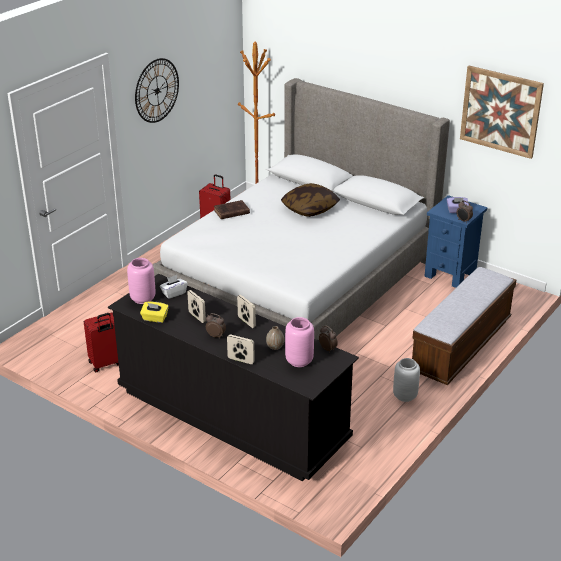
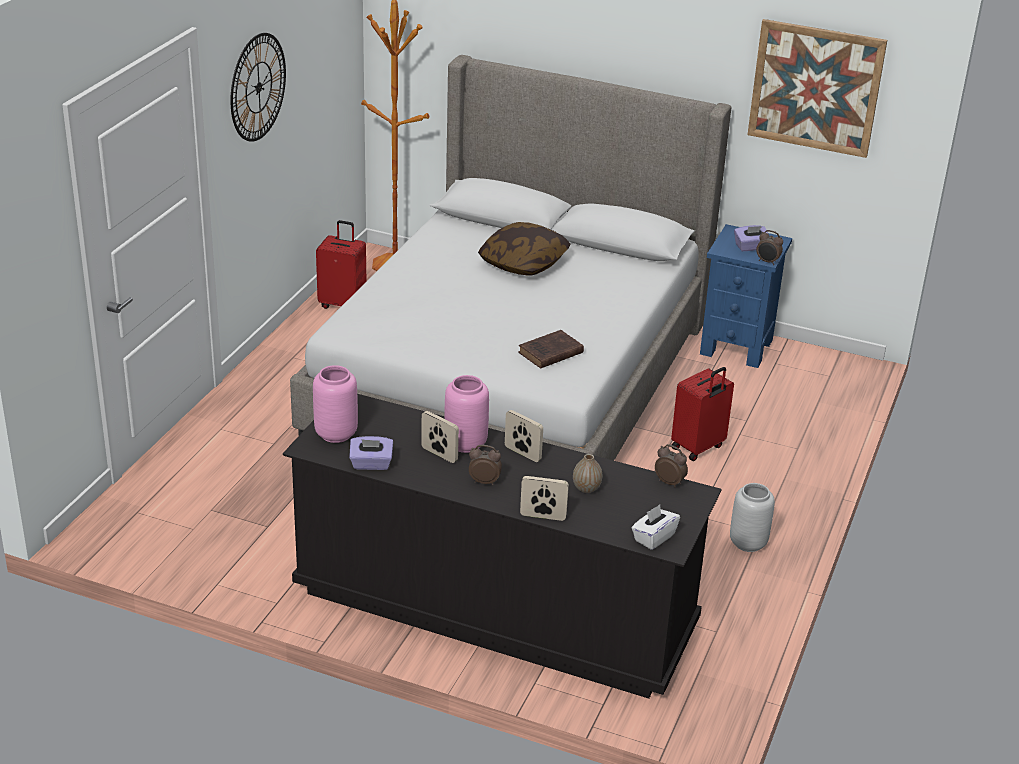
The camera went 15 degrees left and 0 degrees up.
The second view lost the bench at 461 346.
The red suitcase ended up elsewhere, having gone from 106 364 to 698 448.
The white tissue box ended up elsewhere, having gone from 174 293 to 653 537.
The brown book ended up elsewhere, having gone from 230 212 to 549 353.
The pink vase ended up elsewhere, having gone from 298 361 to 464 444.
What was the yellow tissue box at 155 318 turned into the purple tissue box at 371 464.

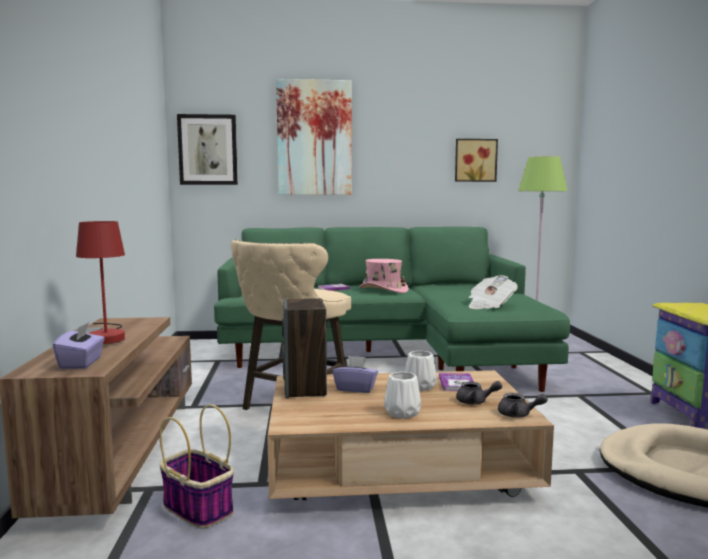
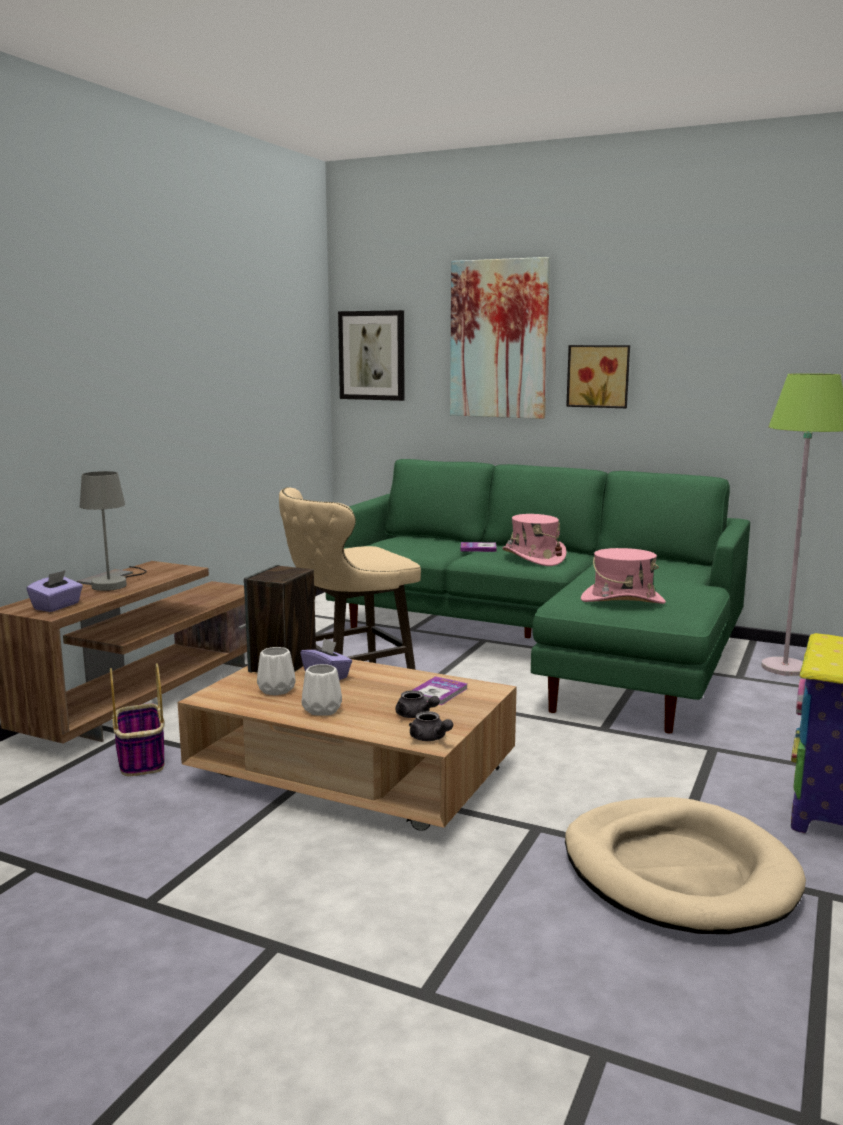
The camera went 30 degrees right and 5 degrees up.
The white vase ended up elsewhere, having gone from 419 386 to 276 689.
The picture ended up elsewhere, having gone from 475 160 to 598 376.
Where the newspaper stood at 490 306, the pink hat came to stand at 622 601.
What was the red table lamp at 107 337 turned into the grey table lamp at 115 583.

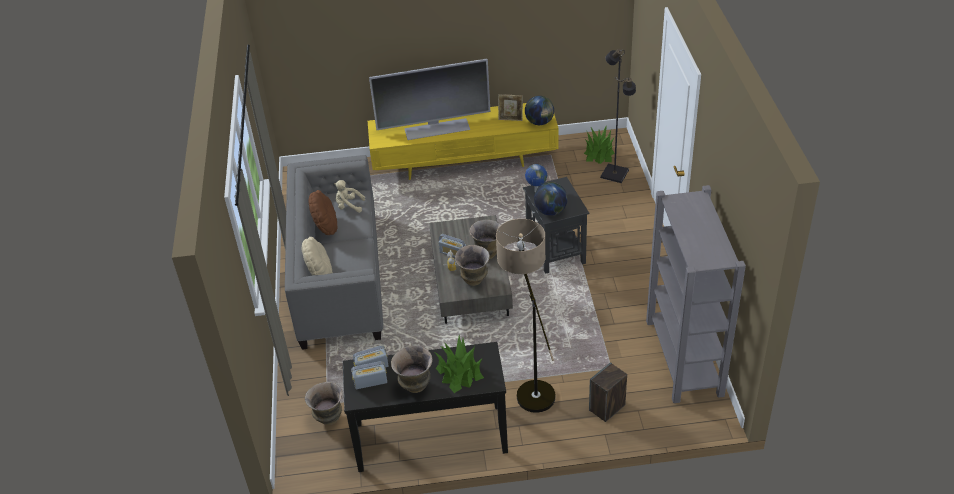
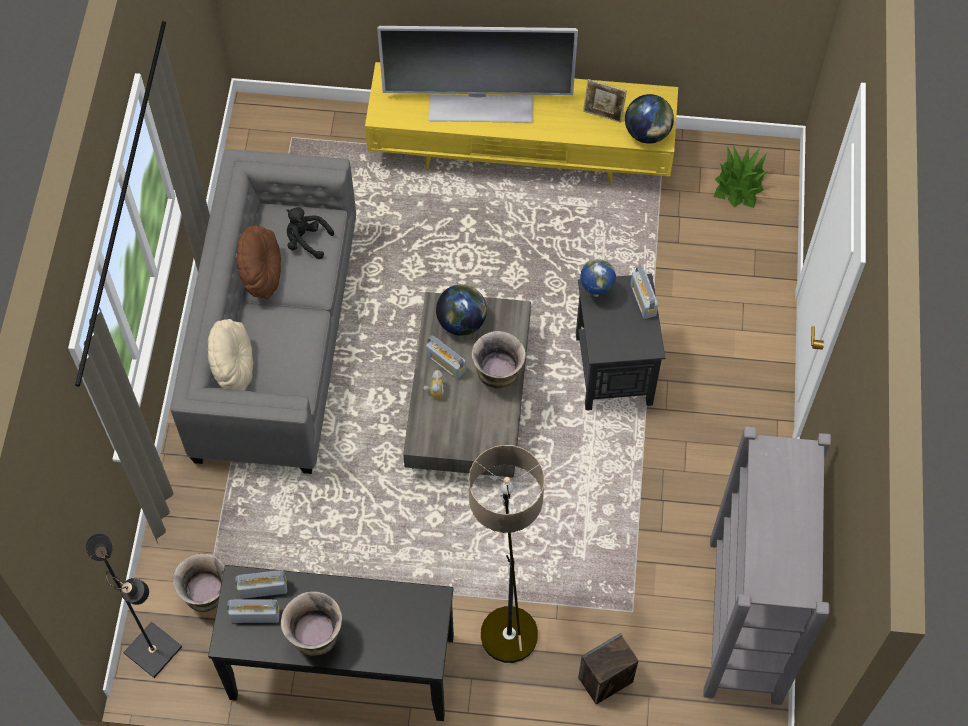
The camera went 10 degrees right and 20 degrees up.
The second view lost the potted plant at 459 373.
The second view lost the vase at 474 281.
The second view gained the radio at 643 300.
The globe ended up elsewhere, having gone from 551 211 to 462 322.
The black floor lamp ended up elsewhere, having gone from 614 174 to 153 650.
What was the beige plush toy at 349 206 turned into the black plush toy at 306 241.

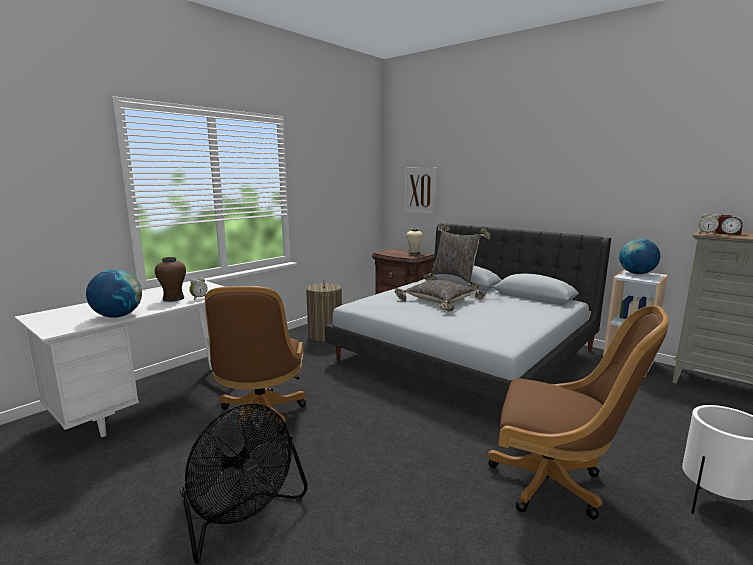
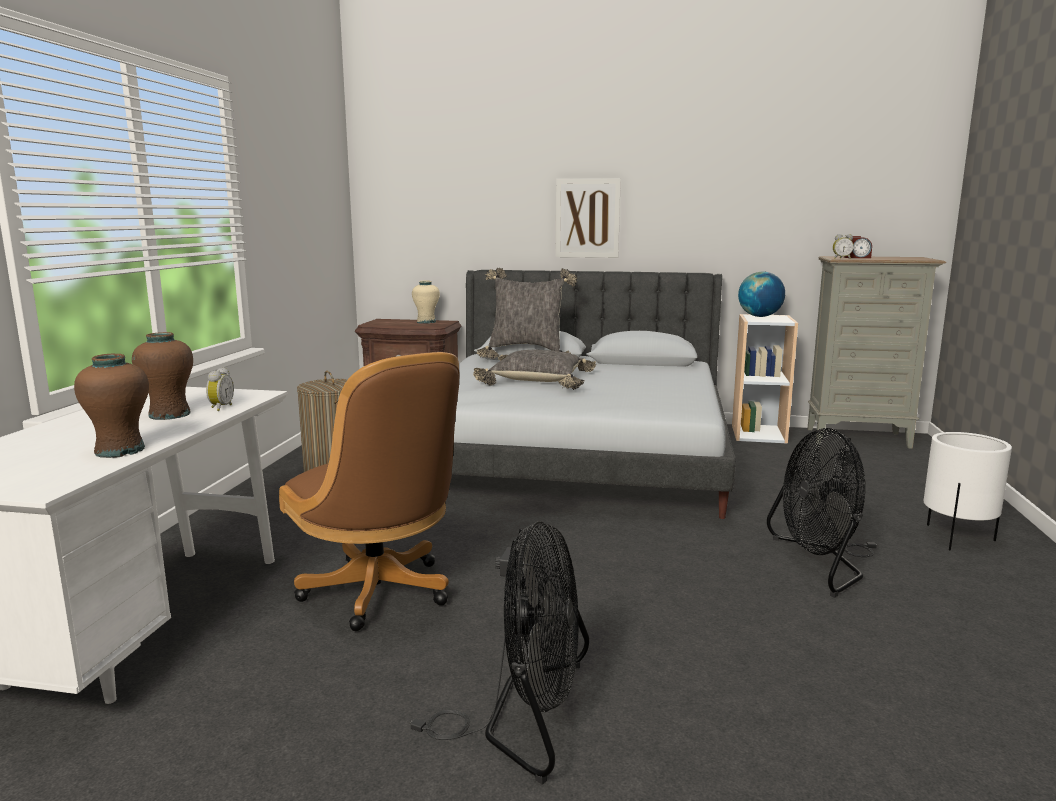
The camera went 30 degrees left and 0 degrees up.
The picture ended up elsewhere, having gone from 420 190 to 587 218.
Where the globe stood at 118 316, the brown vase came to stand at 120 450.
Where the brown office chair stood at 557 485, the black fan came to stand at 824 562.

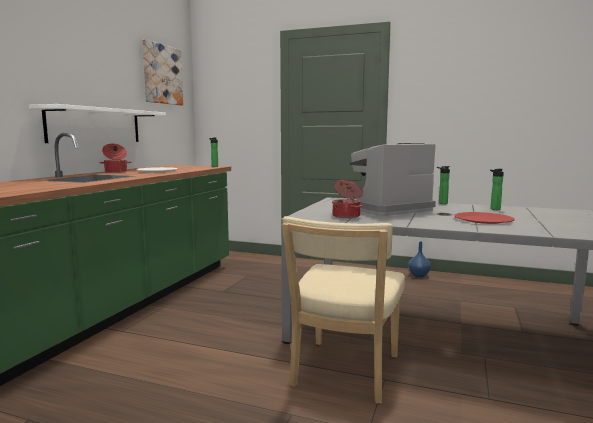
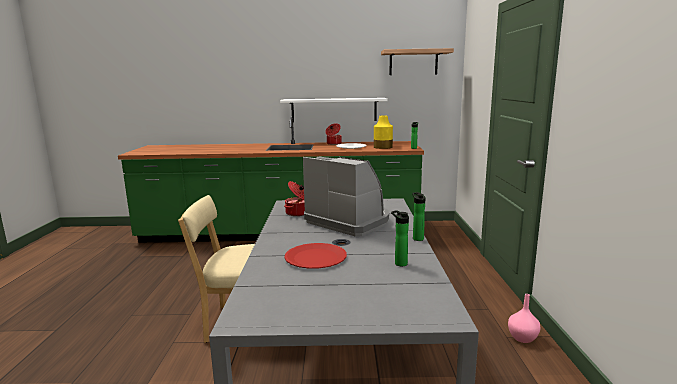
The camera went 70 degrees right and 5 degrees up.
The second view gained the yellow vase at 382 147.
Where the picture hung at 162 74, the shelf came to hang at 413 62.
What was the blue vase at 419 275 turned into the pink vase at 522 338.

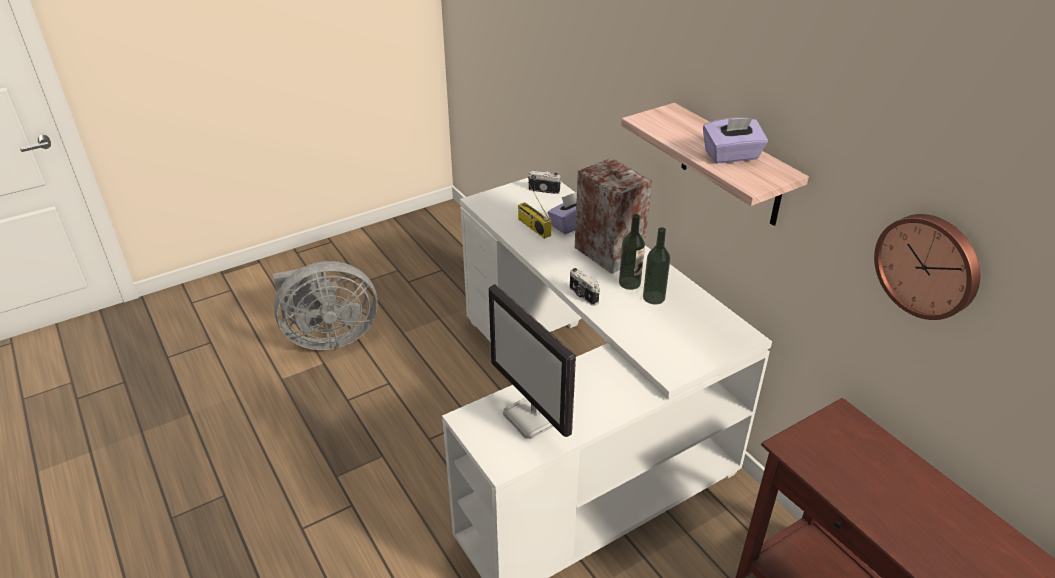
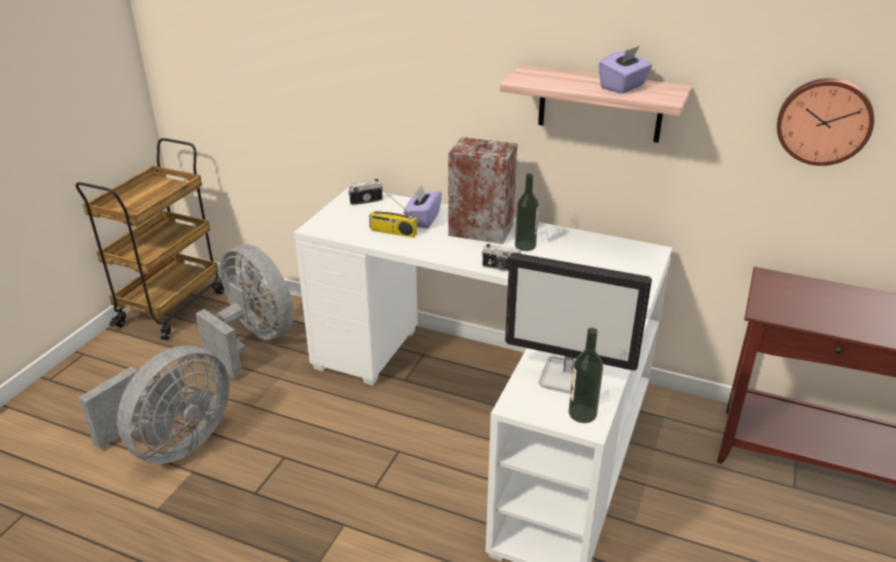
The camera went 35 degrees left and 5 degrees down.
The second view gained the brown cart at 172 308.
The second view gained the grey fan at 254 340.
The bottle ended up elsewhere, having gone from 653 297 to 582 413.

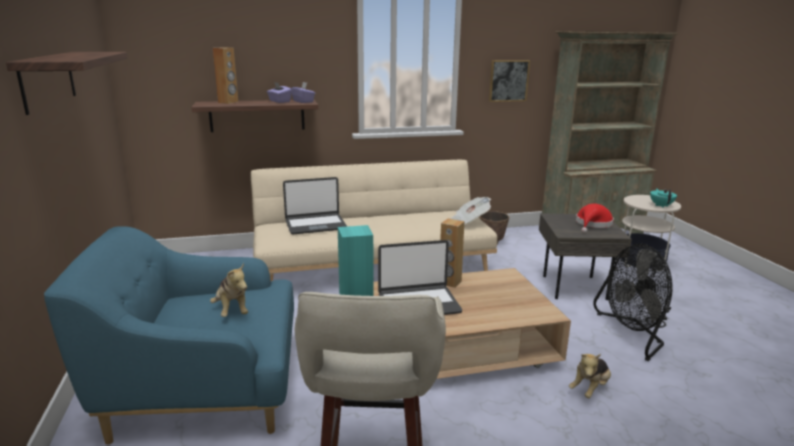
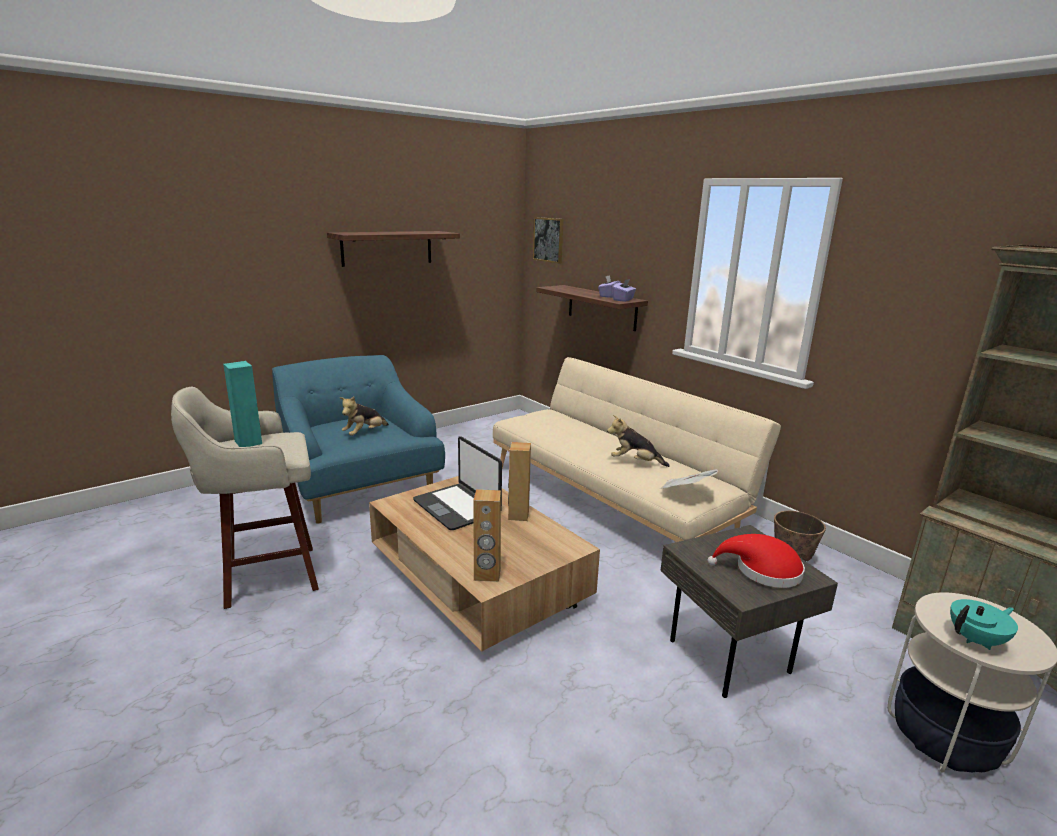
The camera went 65 degrees right and 0 degrees up.
The second view lost the laptop at 315 225.
The second view lost the black fan at 635 332.
The brown speaker ended up elsewhere, having gone from 228 102 to 487 574.
The picture ended up elsewhere, having gone from 508 80 to 548 239.
The plush toy ended up elsewhere, having gone from 590 389 to 635 462.

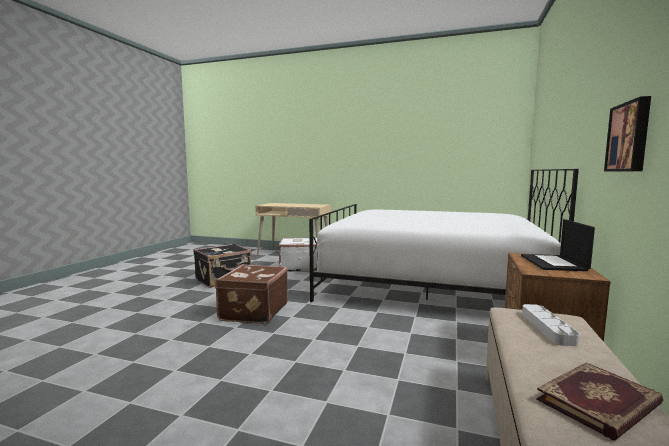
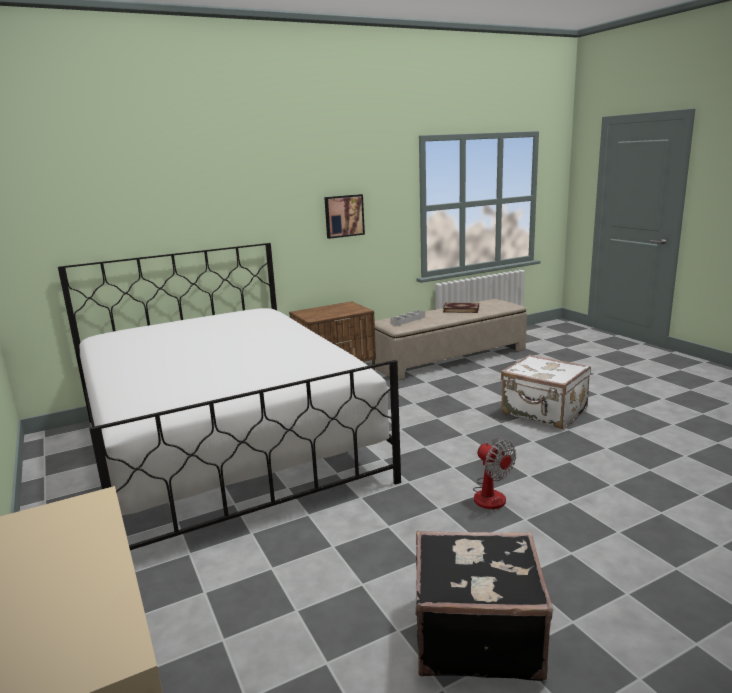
The camera went 135 degrees left and 10 degrees up.
The second view lost the laptop at 554 263.
The white suitcase ended up elsewhere, having gone from 299 267 to 544 413.
Where the brown suitcase stood at 253 312, the fan came to stand at 491 493.

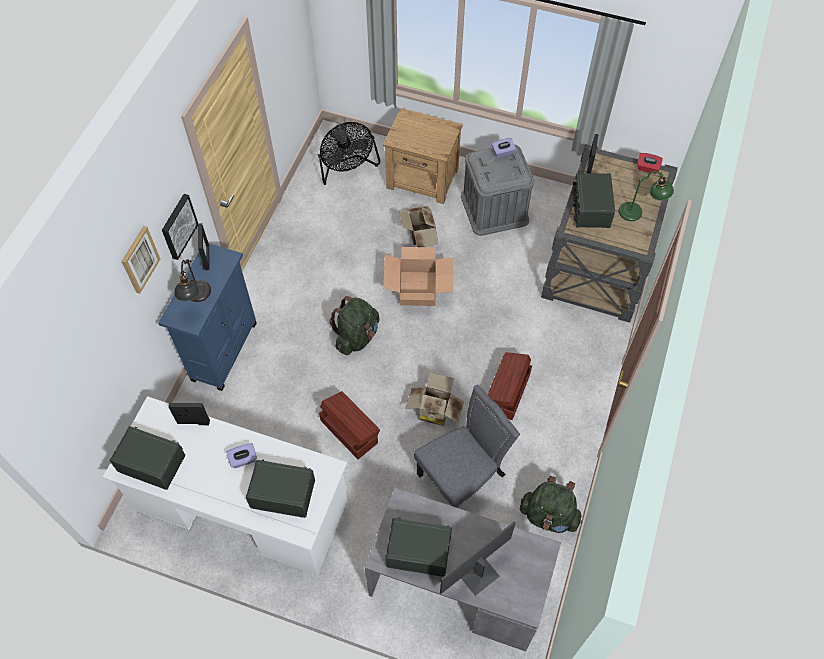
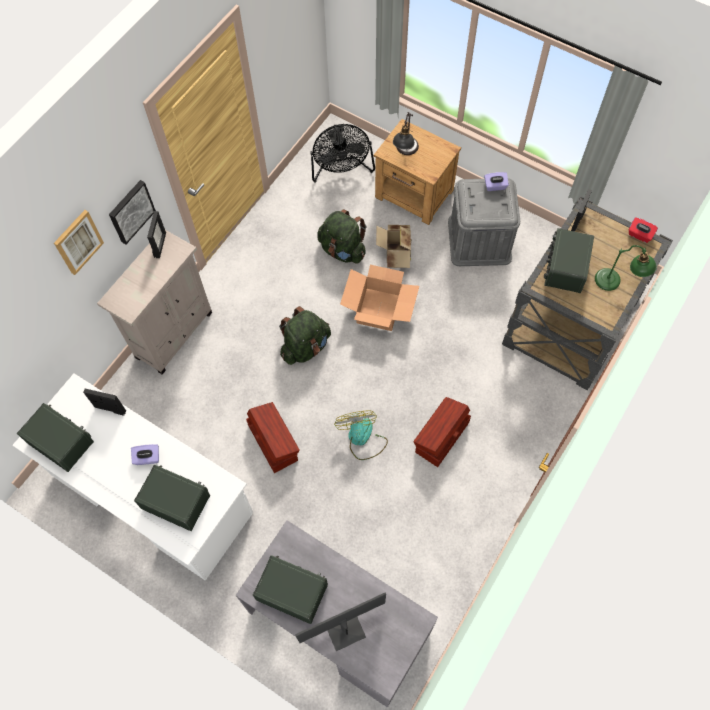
The camera went 15 degrees right and 5 degrees up.
The second view lost the grey chair at 461 478.
The grey table lamp ended up elsewhere, having gone from 197 301 to 405 154.
The green backpack ended up elsewhere, having gone from 549 515 to 343 250.
Where the cardboard box stood at 434 410, the fan came to stand at 362 439.
What was the blue cabinet at 224 350 turned into the beige cabinet at 174 333.

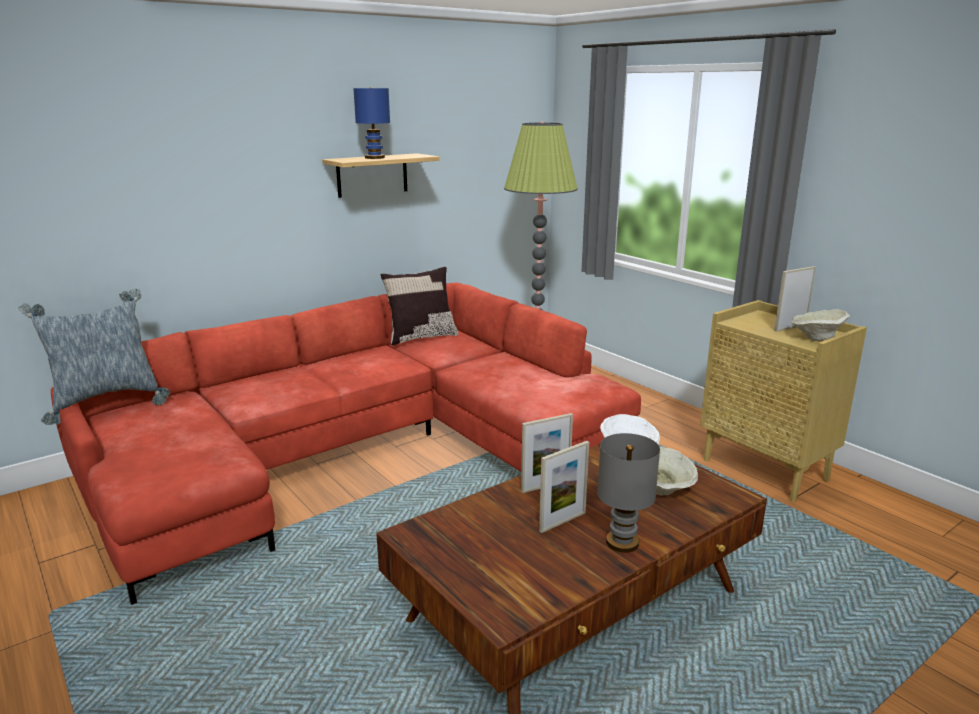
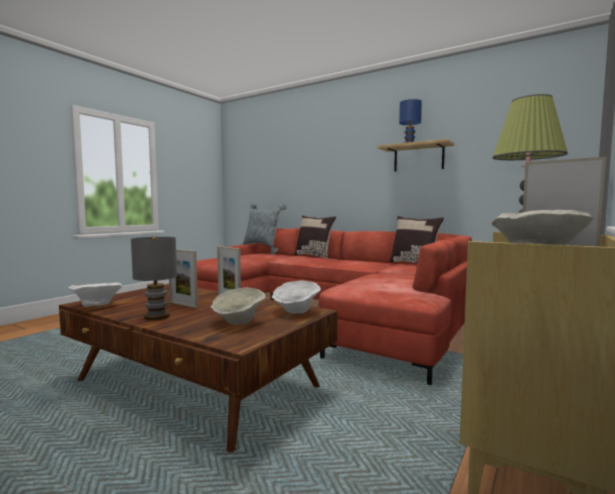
The camera went 70 degrees right and 15 degrees down.
The second view gained the white bowl at 96 306.
The second view gained the pillow at 314 256.

